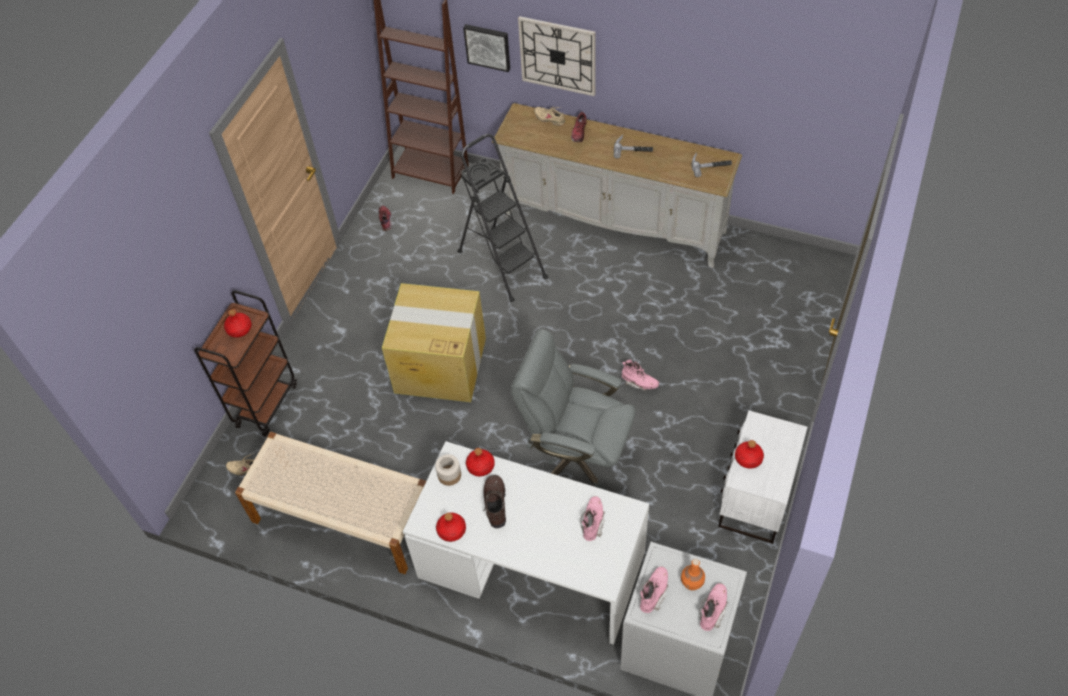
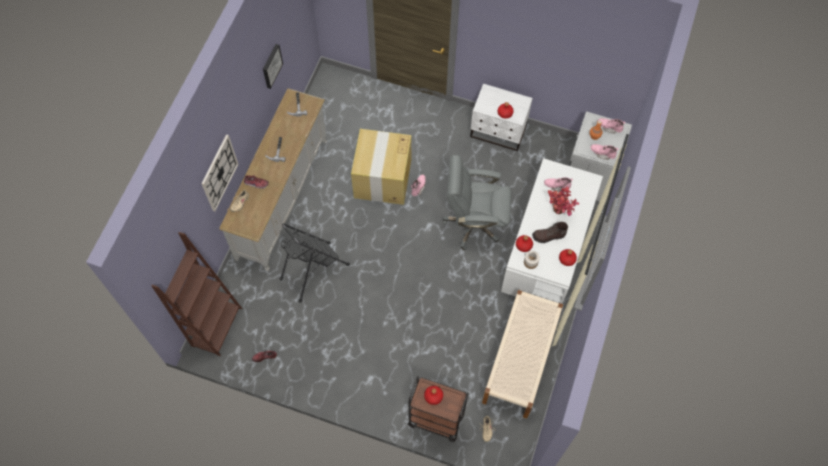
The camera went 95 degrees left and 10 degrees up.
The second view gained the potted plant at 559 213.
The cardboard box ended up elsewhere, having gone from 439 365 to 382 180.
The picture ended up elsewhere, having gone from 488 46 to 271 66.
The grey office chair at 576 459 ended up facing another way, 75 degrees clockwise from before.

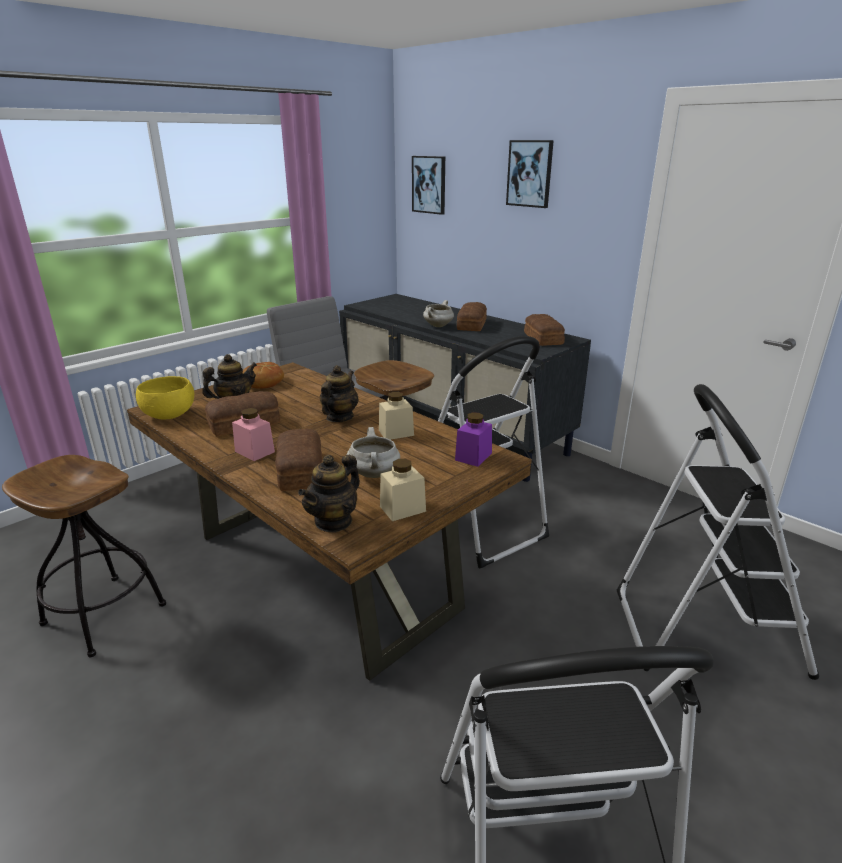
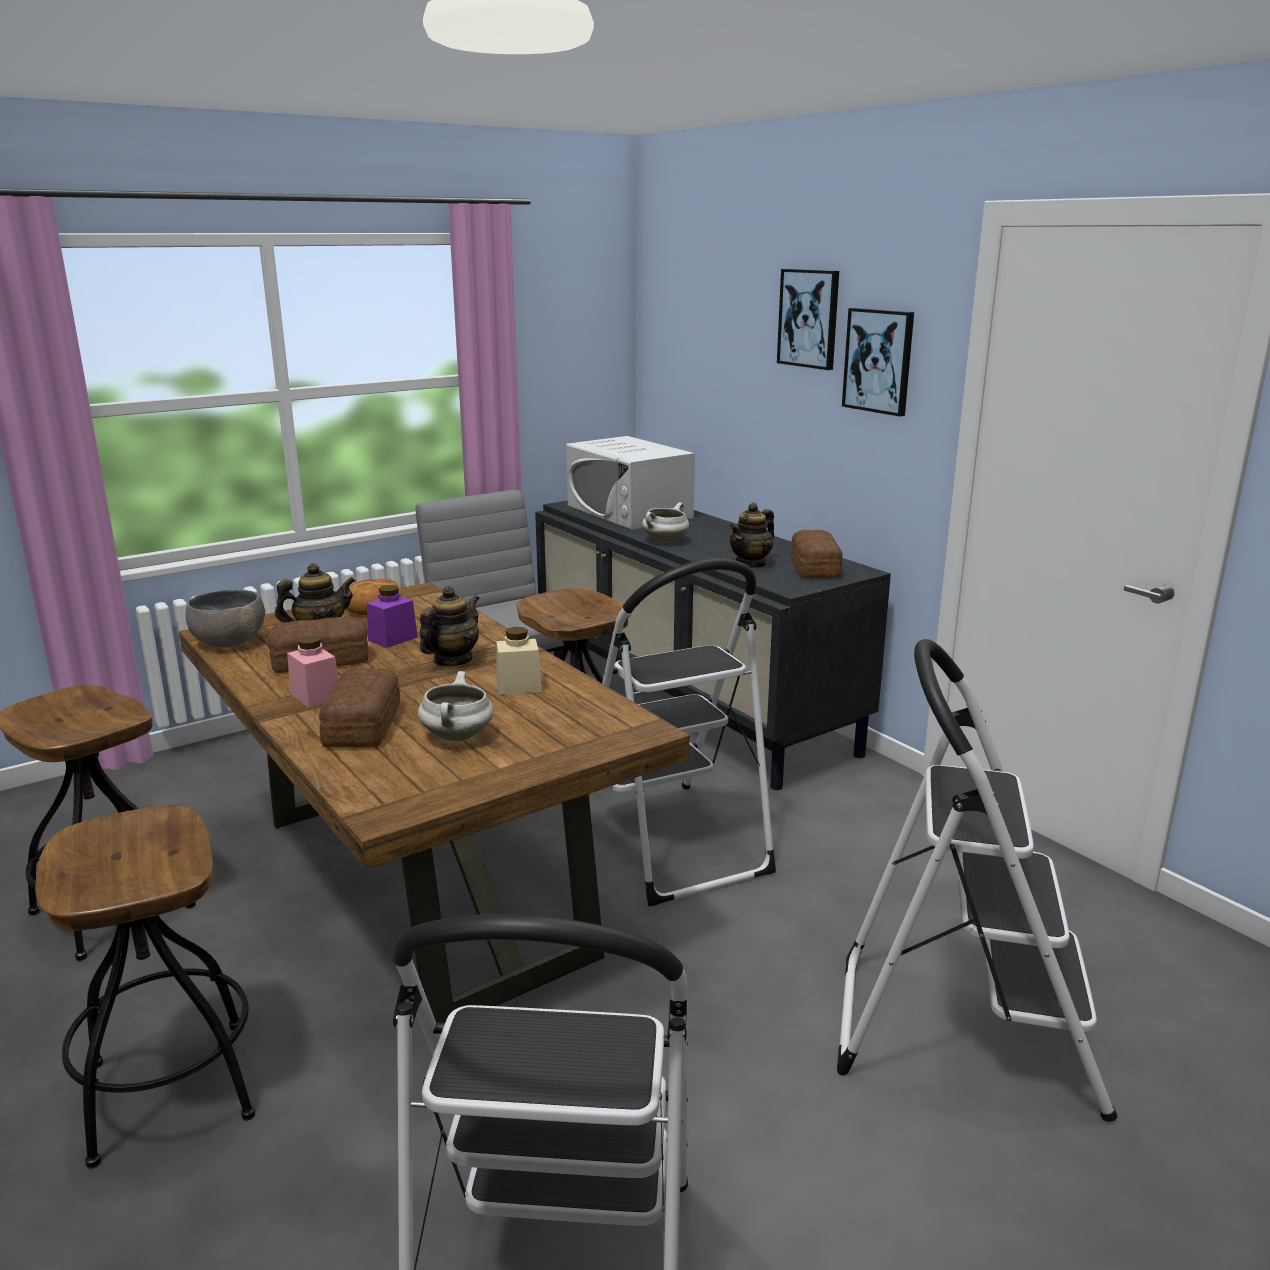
The camera went 10 degrees right and 5 degrees down.
The second view lost the beige jar at 402 509.
The second view lost the bread at 472 325.
The second view gained the brown stool at 170 1088.
The second view gained the white microwave at 629 512.
The teapot ended up elsewhere, having gone from 333 521 to 751 564.
The picture ended up elsewhere, having gone from 429 184 to 879 361.
The purple jar ended up elsewhere, having gone from 473 456 to 393 639.
What was the yellow bowl at 169 415 turned into the grey bowl at 229 642.

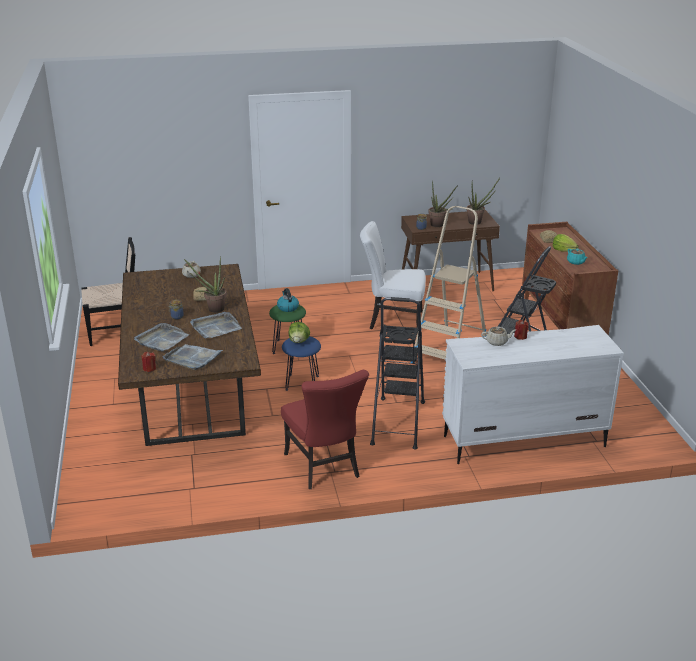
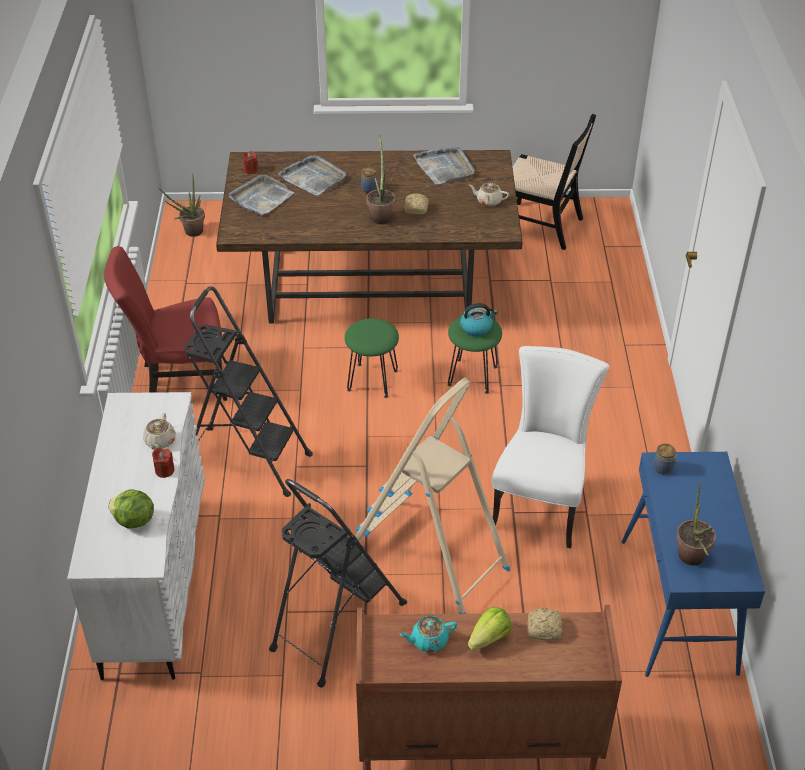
The camera went 100 degrees right and 15 degrees up.
The grey tray ended up elsewhere, having gone from 215 327 to 445 167.
The lettuce ended up elsewhere, having gone from 299 341 to 133 521.
The potted plant ended up elsewhere, having gone from 439 225 to 190 233.
What was the blue stool at 302 383 turned into the green stool at 372 380.
What was the brown console table at 447 285 turned into the blue console table at 678 606.
The chair at 116 333 ended up facing another way, 60 degrees counterclockwise from before.

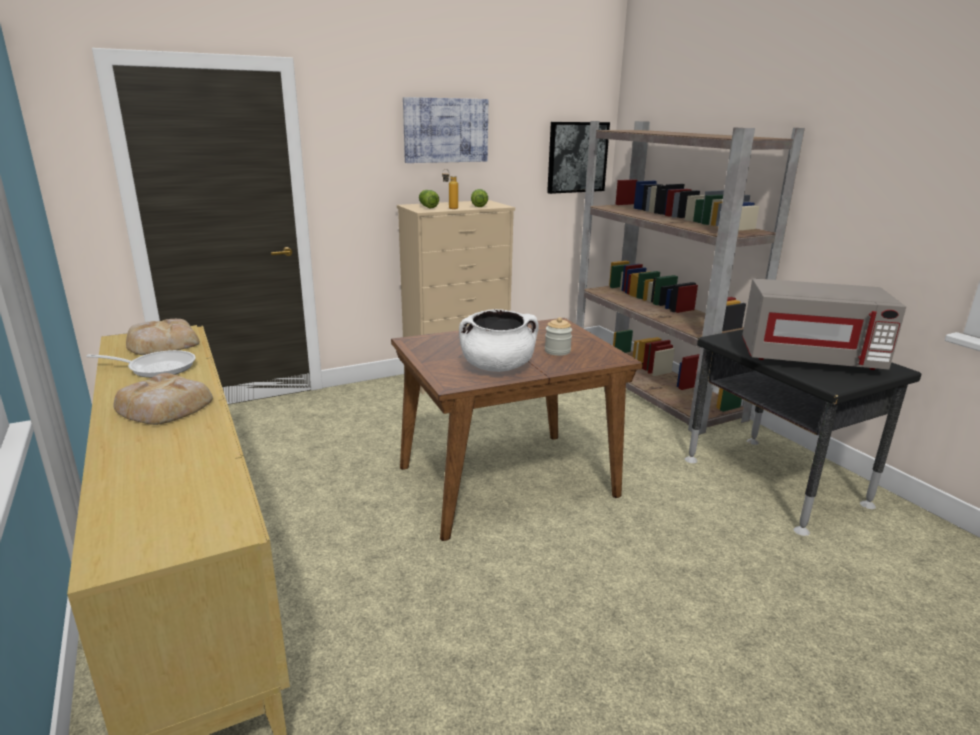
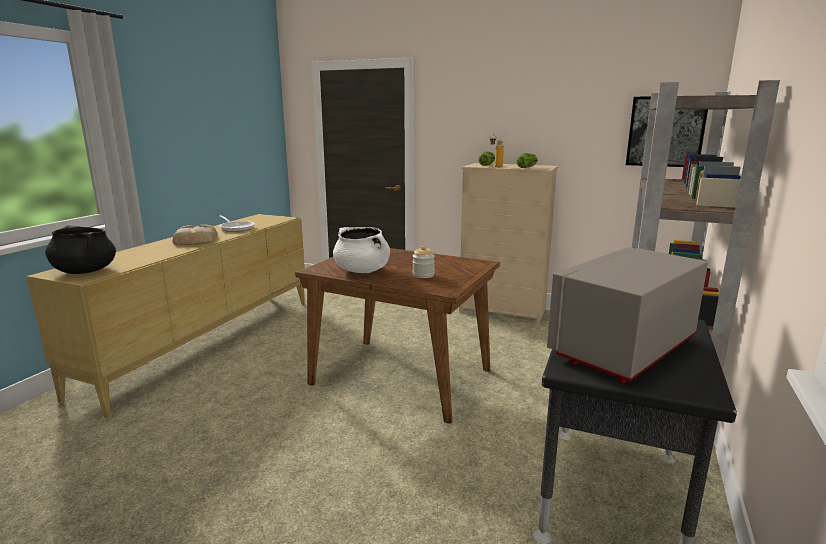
The camera went 50 degrees right and 5 degrees down.
The second view lost the bread at 162 343.
The second view lost the picture at 446 130.
The second view gained the black cooking pot at 85 271.
The grey microwave at 809 358 ended up facing another way, 75 degrees clockwise from before.

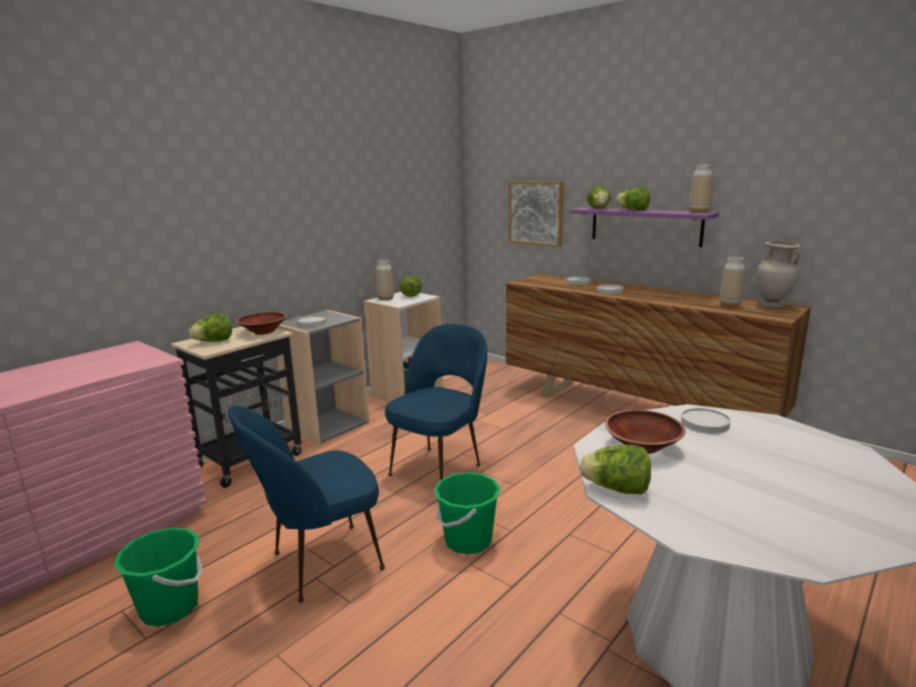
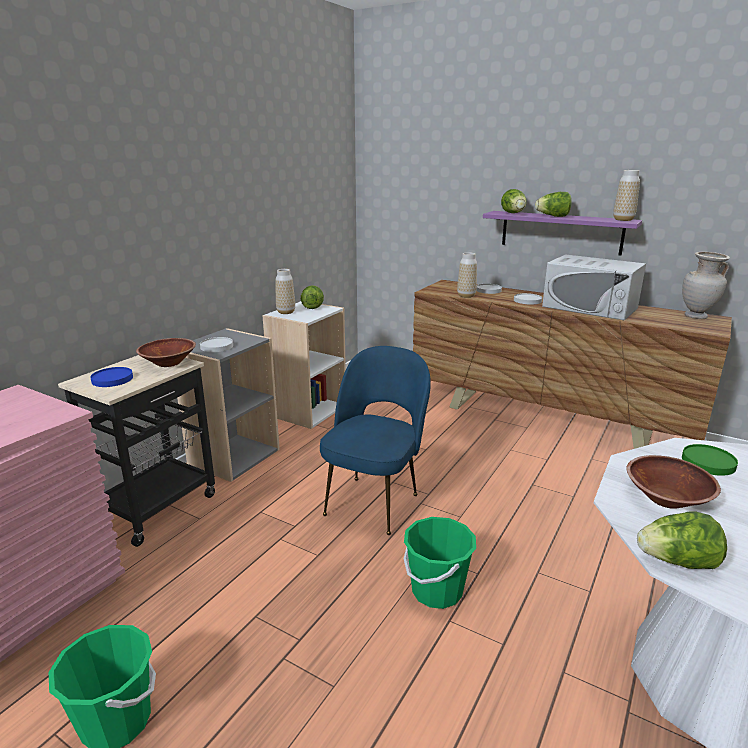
The camera went 10 degrees left and 5 degrees up.
The second view lost the blue chair at 318 565.
The second view lost the picture at 536 213.
The second view gained the white microwave at 590 307.
The vase ended up elsewhere, having gone from 730 305 to 466 296.
Where the lettuce stood at 214 341, the blue plate came to stand at 112 379.
What was the white plate at 704 423 turned into the green plate at 708 462.

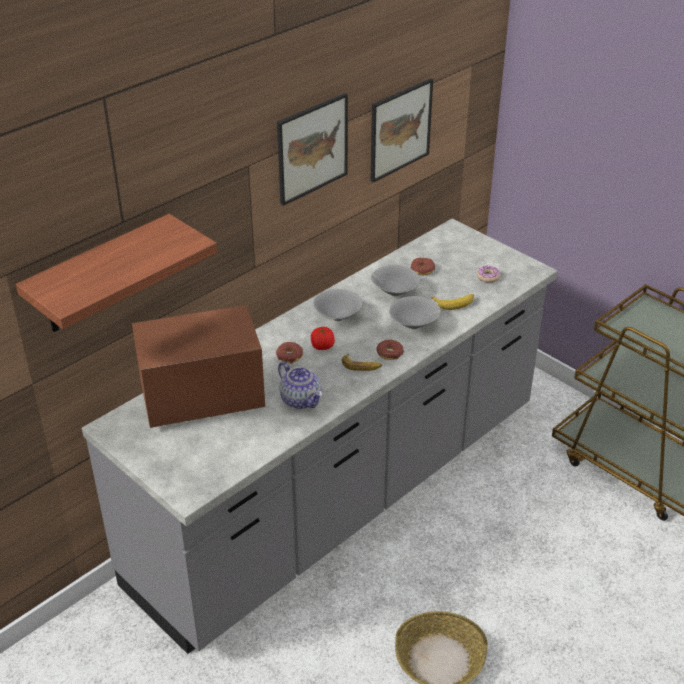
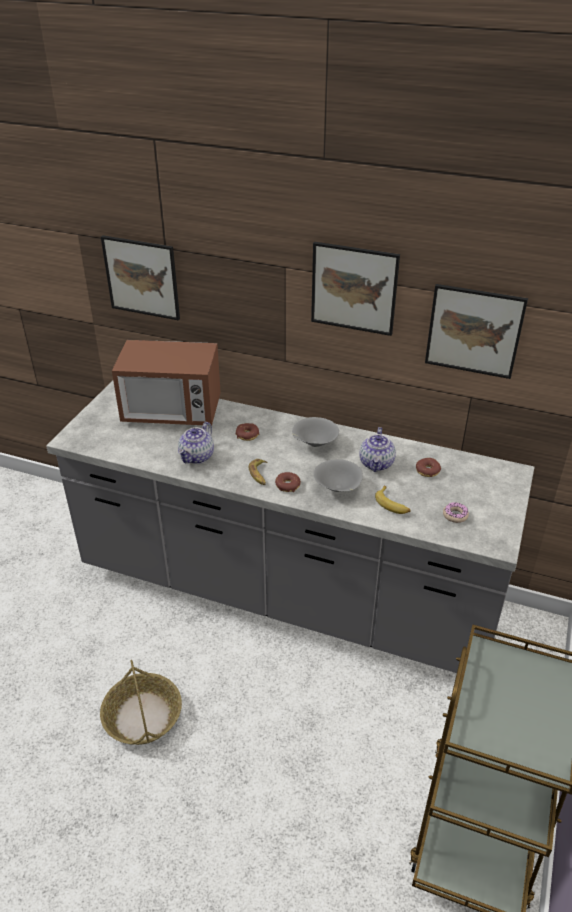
The camera went 65 degrees right and 0 degrees up.
The second view lost the tomato at 322 346.
Where the shelf hung at 101 276, the picture came to hang at 142 277.
Where the grey bowl stood at 394 293, the teapot came to stand at 377 464.
The microwave at 202 398 ended up facing another way, 135 degrees clockwise from before.

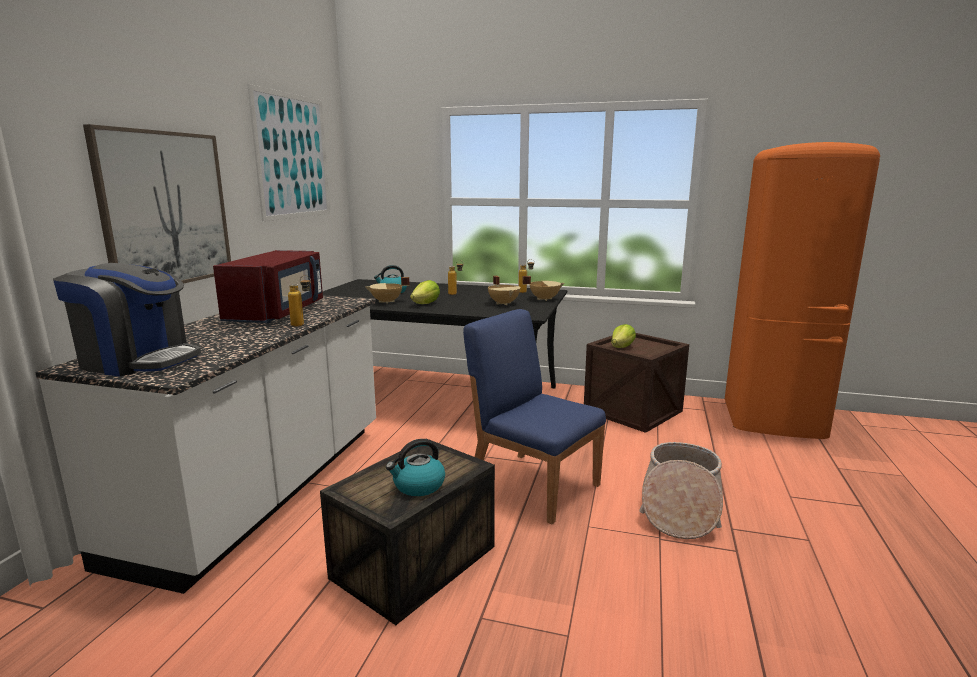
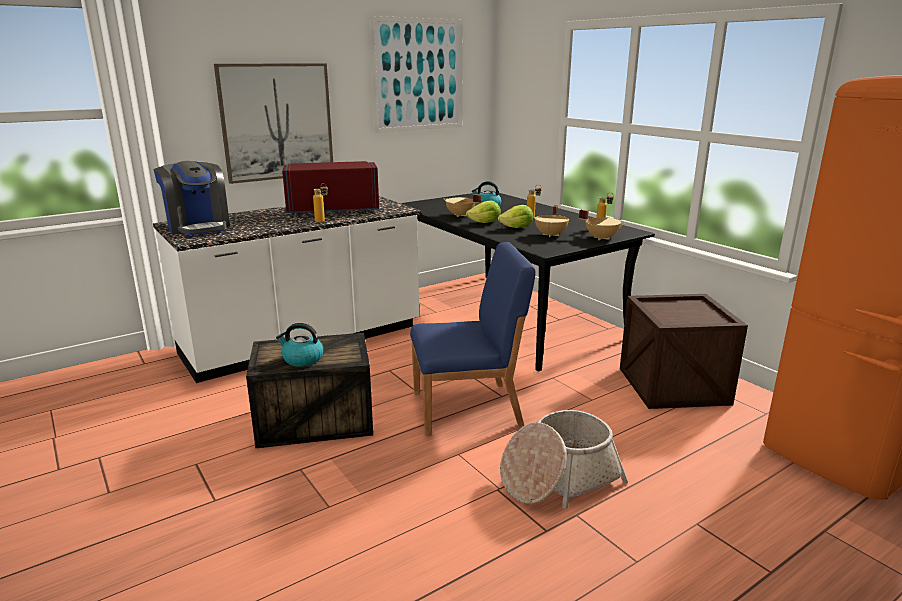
The camera went 40 degrees right and 5 degrees up.
The lettuce ended up elsewhere, having gone from 622 347 to 517 228.
The red microwave at 278 313 ended up facing another way, 150 degrees counterclockwise from before.
The blue chair at 533 485 ended up facing another way, 90 degrees clockwise from before.

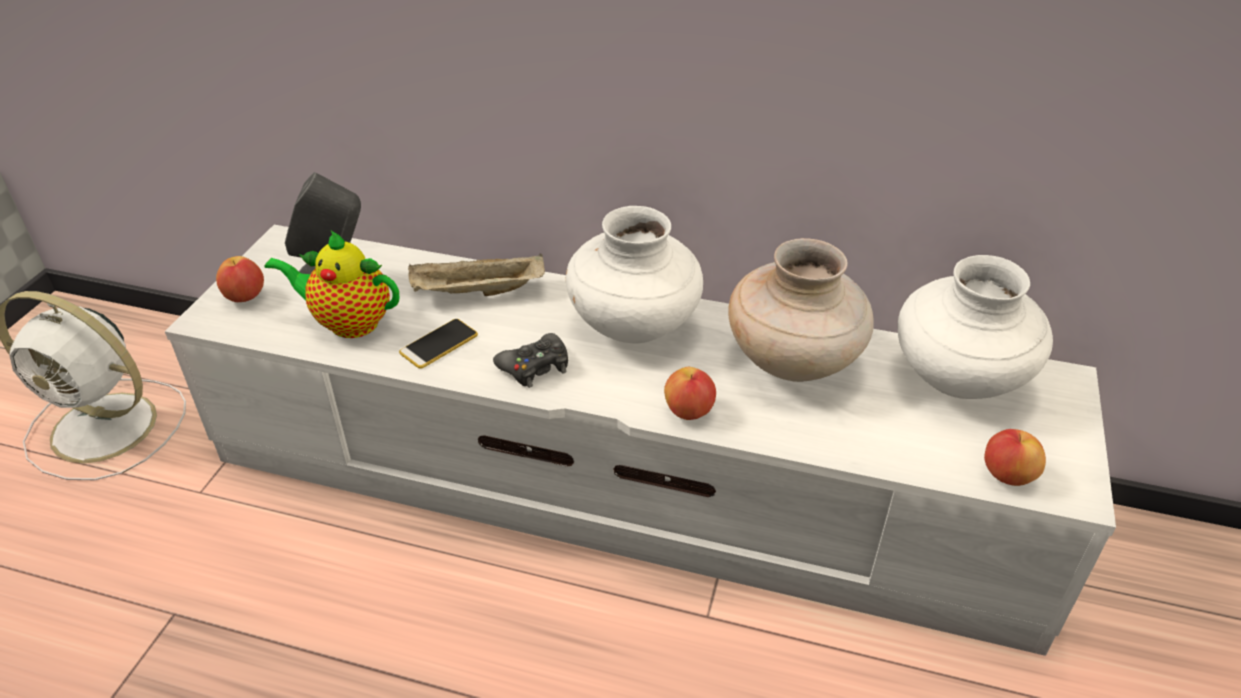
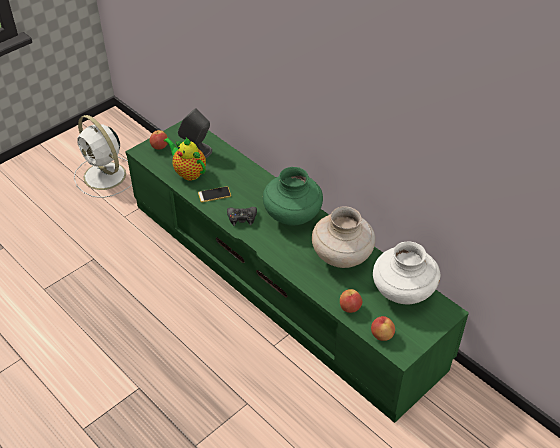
The camera went 30 degrees right and 5 degrees up.
The second view lost the beige tray at 477 292.
The apple ended up elsewhere, having gone from 689 411 to 350 308.
What was the white tv stand at 624 479 turned into the green tv stand at 282 279.
What was the white vase at 634 326 turned into the green vase at 292 216.

